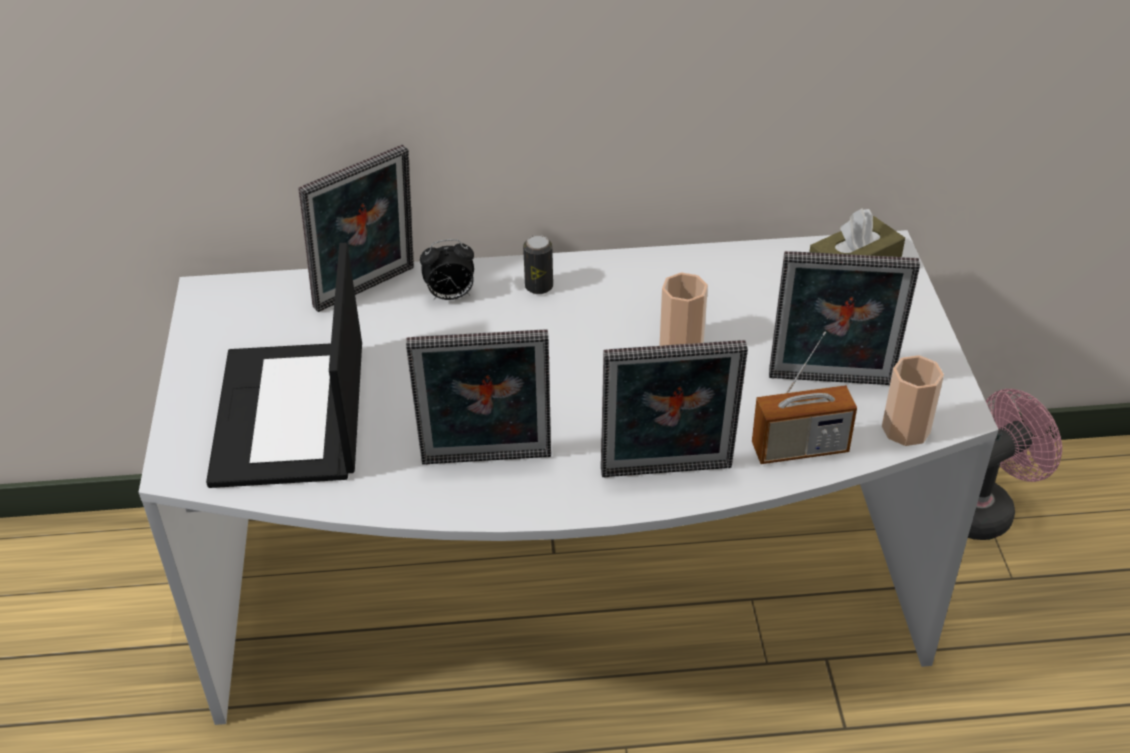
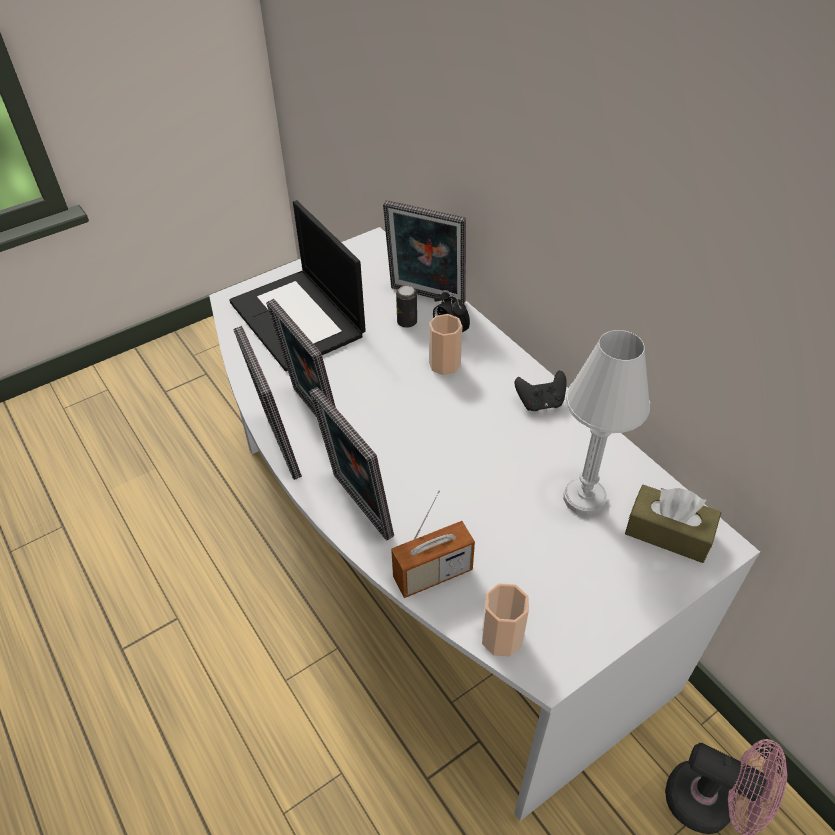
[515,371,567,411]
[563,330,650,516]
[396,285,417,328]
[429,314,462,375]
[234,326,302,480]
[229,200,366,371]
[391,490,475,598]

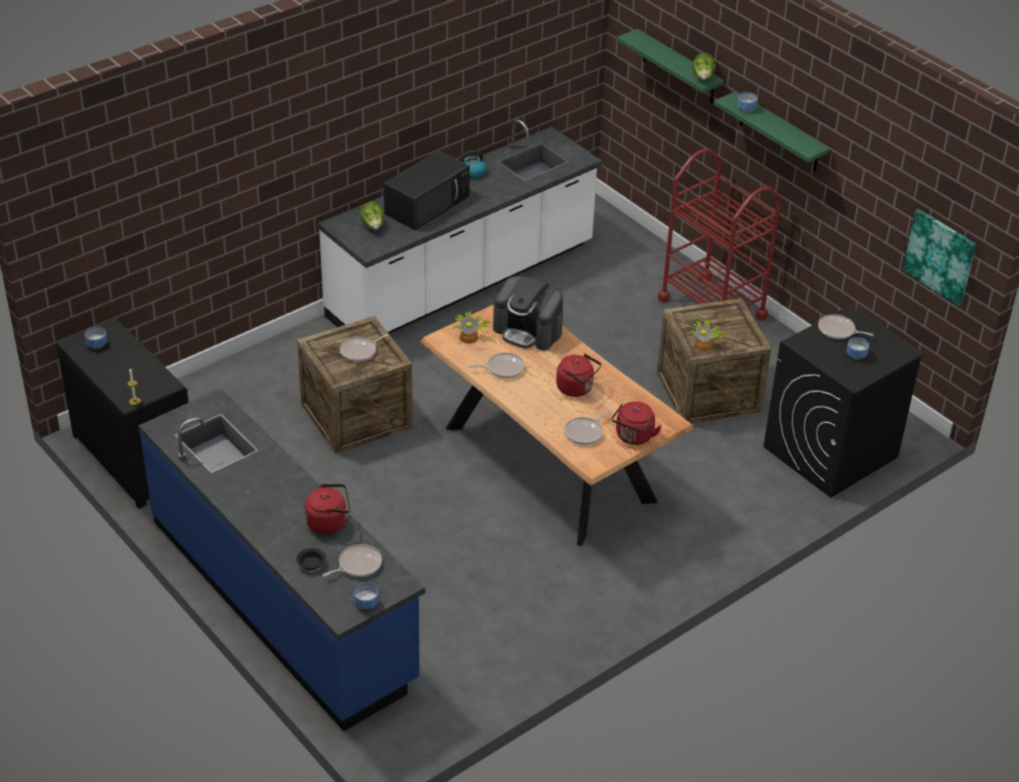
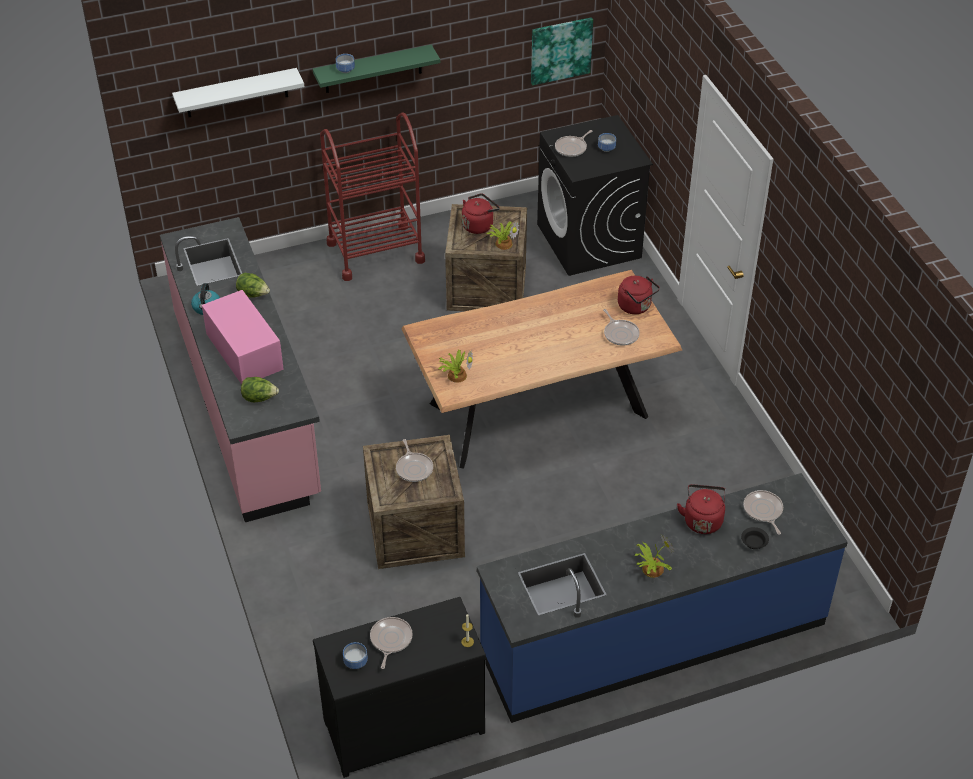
[354,583,379,609] (first image)
[493,276,563,351] (first image)
[635,535,674,578]
[370,617,413,669]
[462,193,500,234]
[236,273,270,298]
[160,217,321,522]
[202,290,284,384]
[172,68,304,117]

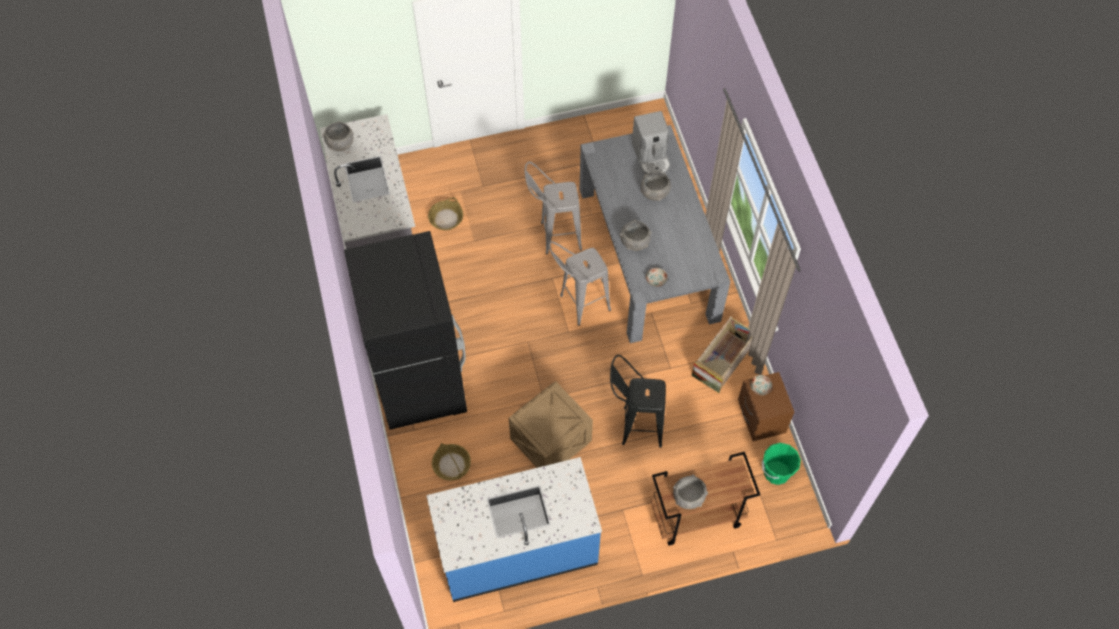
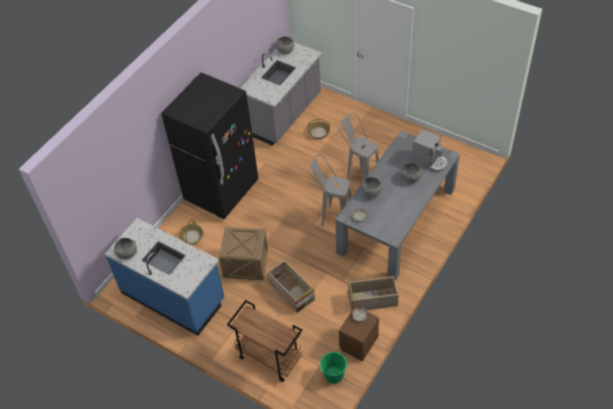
[114,238,137,260]
[267,260,315,313]
[412,129,447,172]

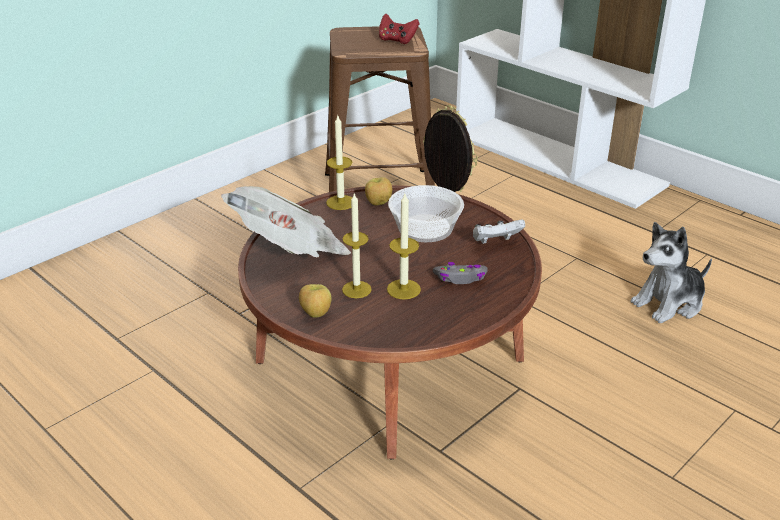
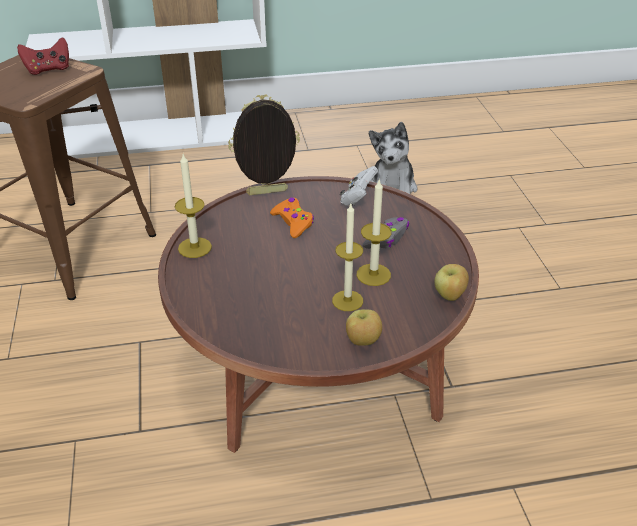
[221,186,351,257] (first image)
[434,264,469,301]
[270,198,314,238]

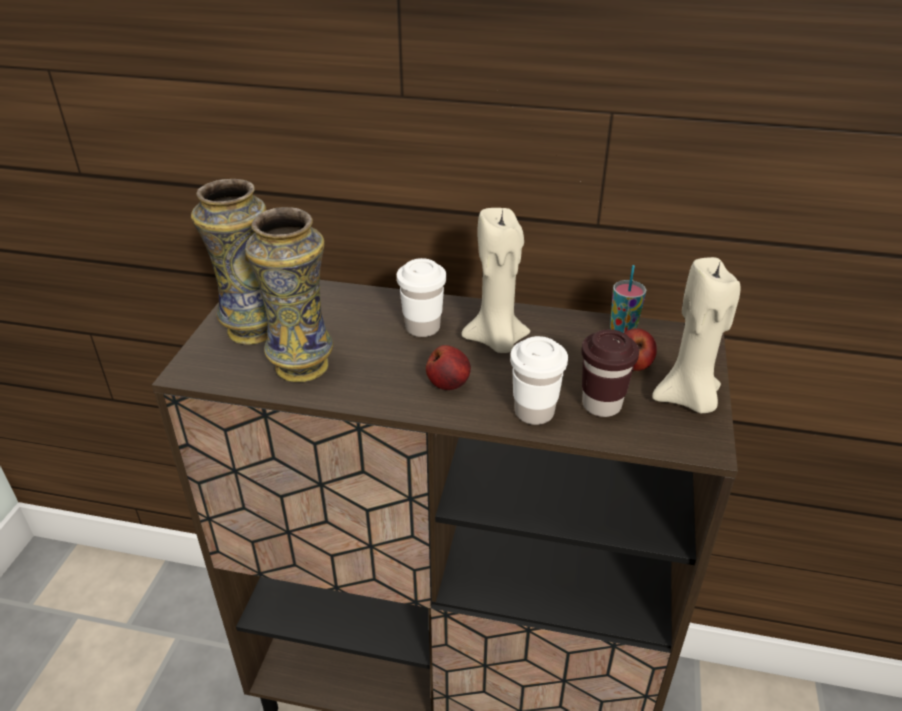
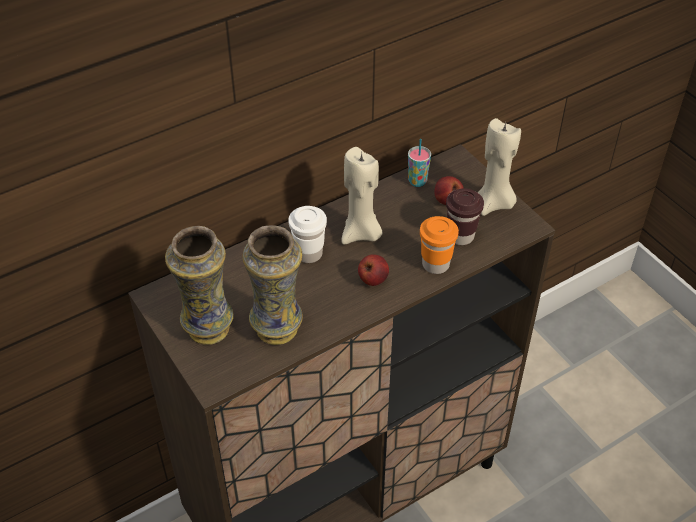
[420,216,459,274]

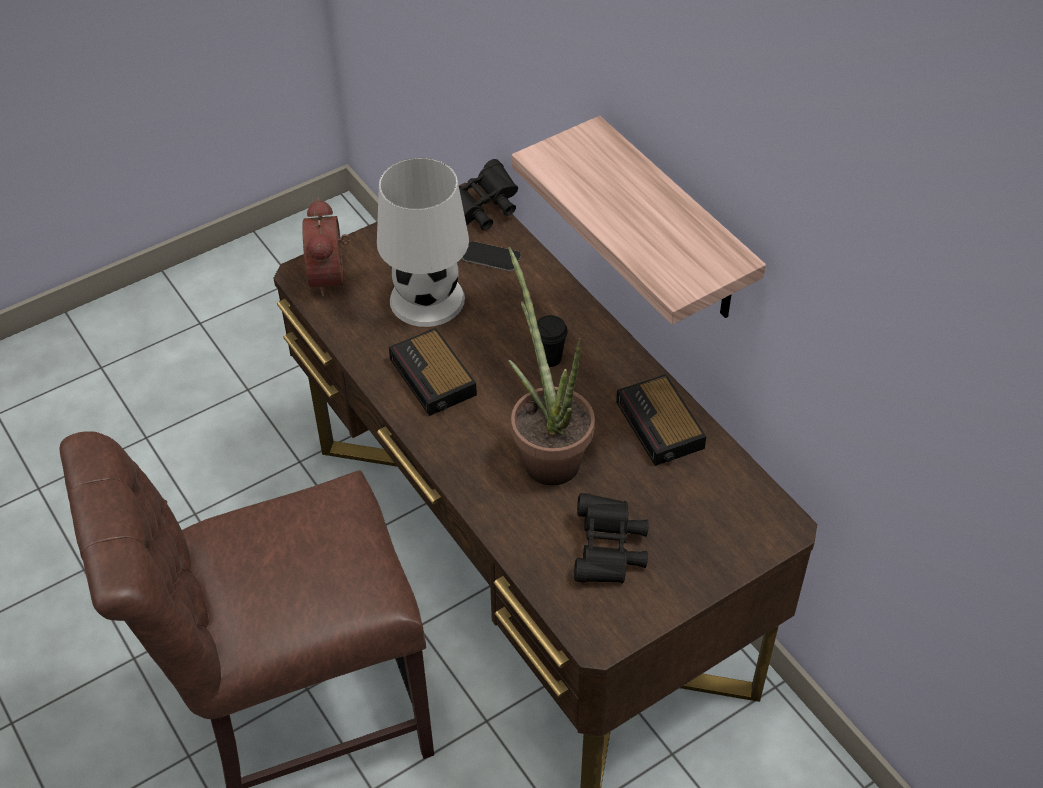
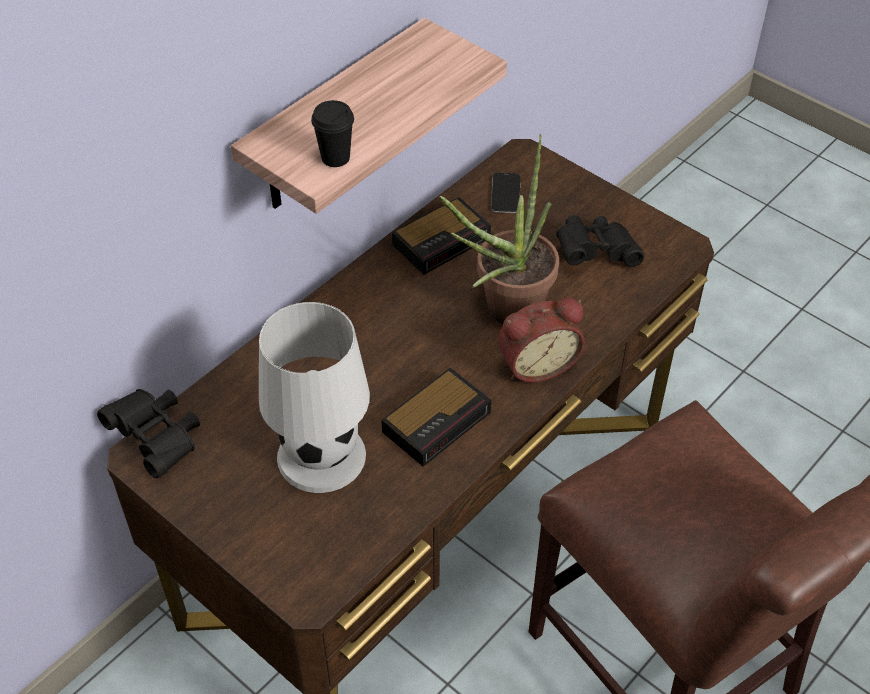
[498,298,585,383]
[491,173,520,213]
[311,100,354,167]

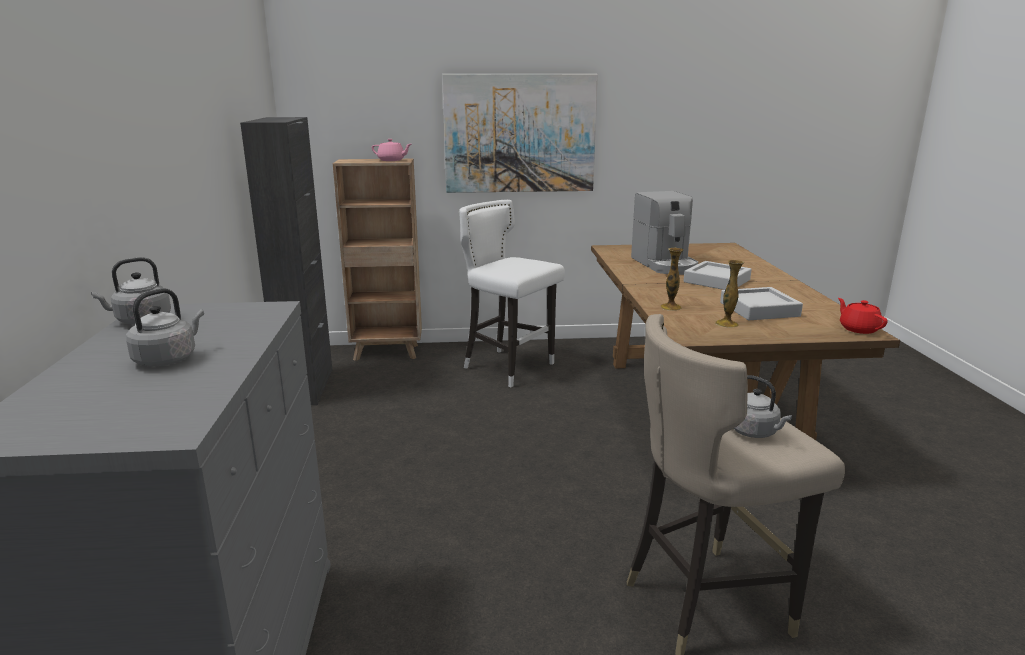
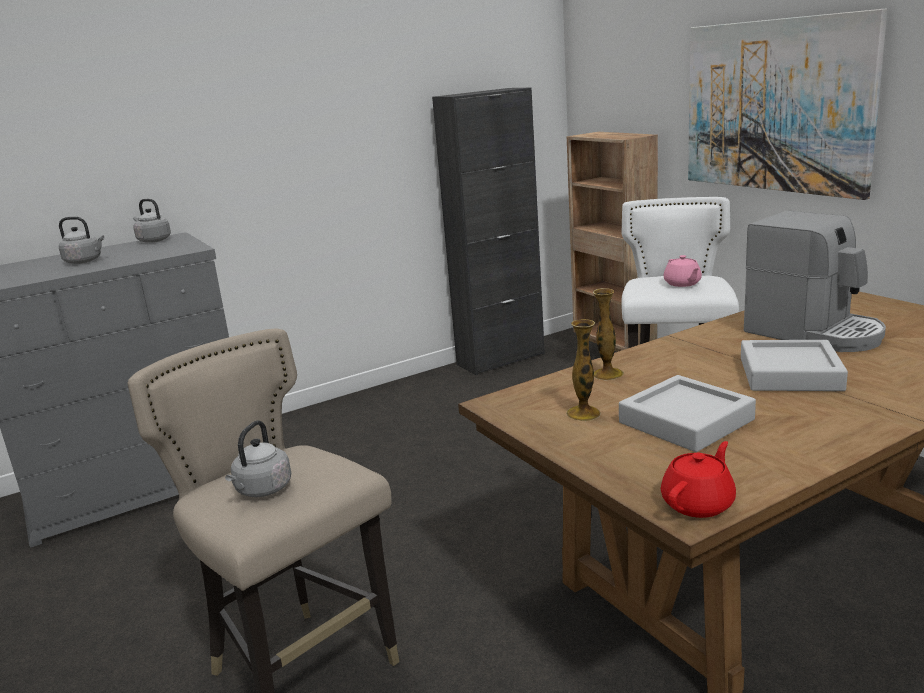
[664,255,702,287]
[744,211,886,352]

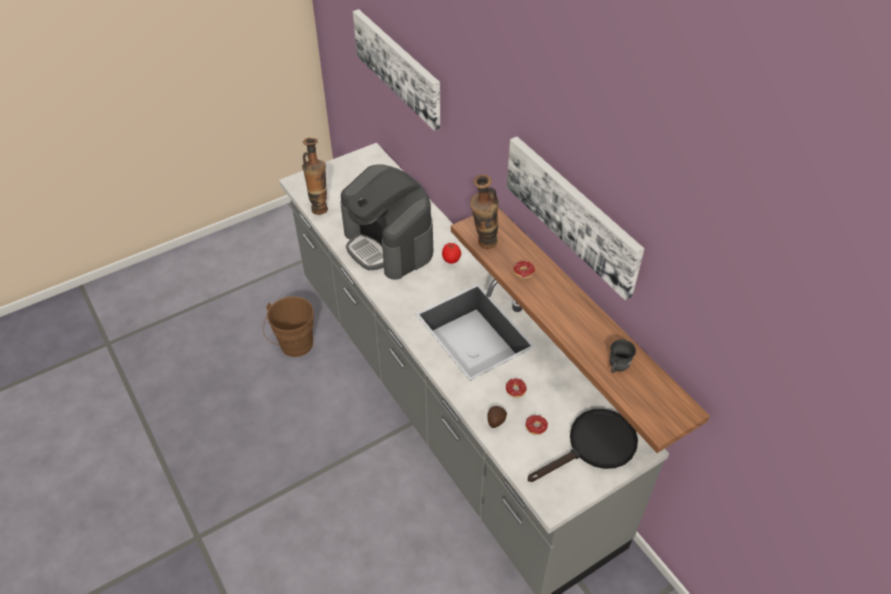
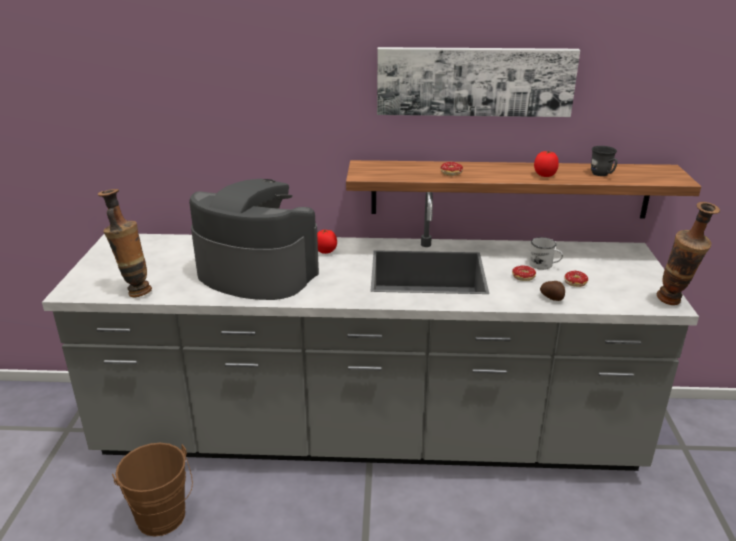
[353,9,440,131] (first image)
[528,409,638,482] (first image)
[529,237,563,270]
[534,151,559,177]
[657,202,720,305]
[189,179,319,300]

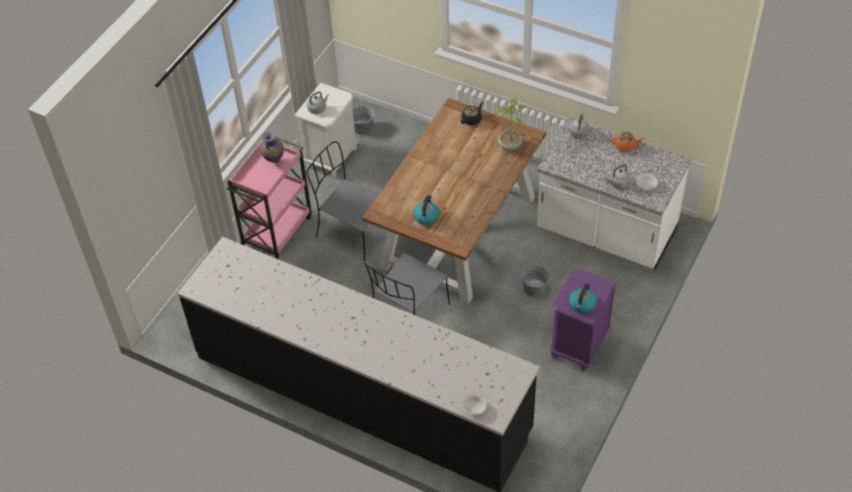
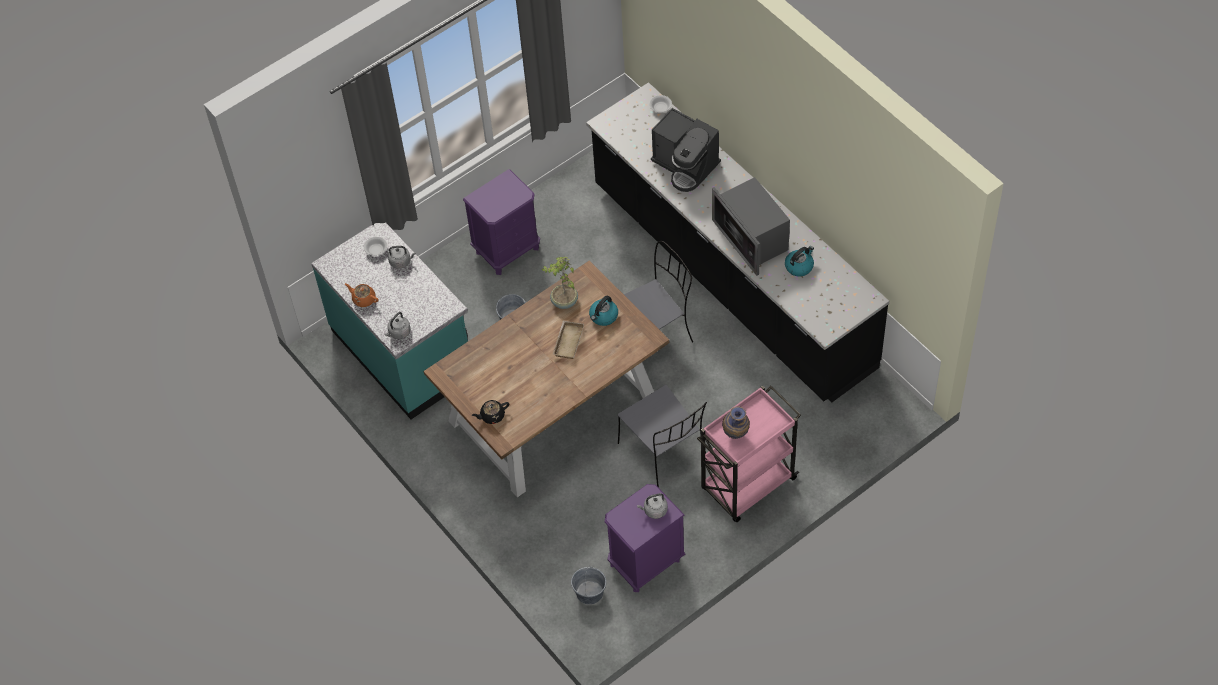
[552,321,584,359]
[651,108,721,192]
[712,177,790,276]
[542,256,578,309]
[785,246,814,277]
[605,484,685,592]
[311,223,468,419]

